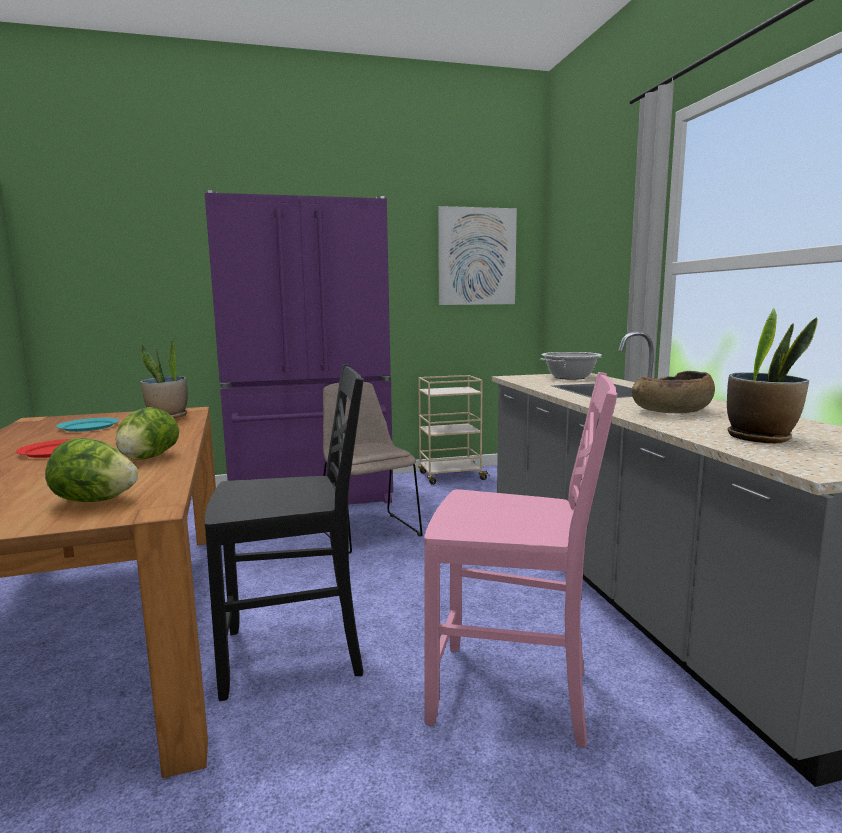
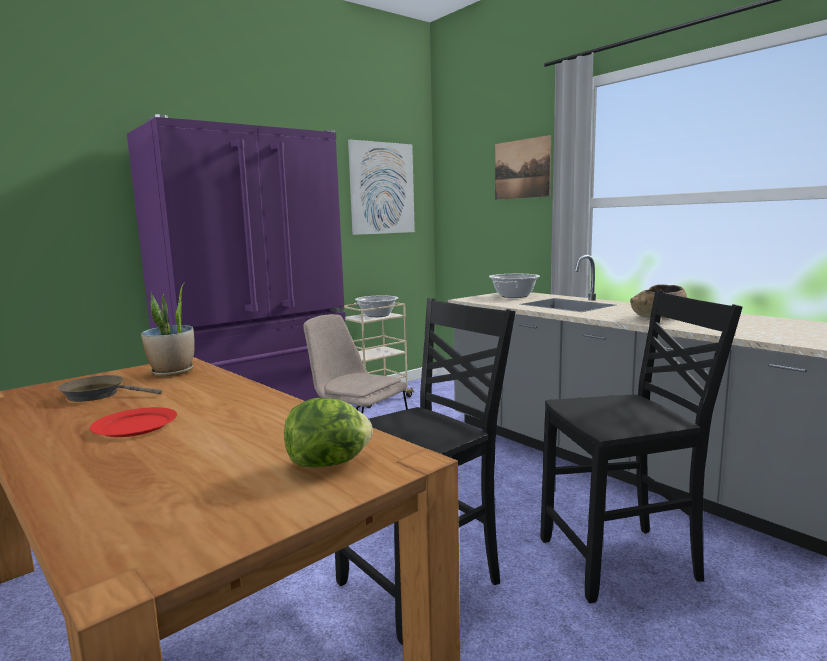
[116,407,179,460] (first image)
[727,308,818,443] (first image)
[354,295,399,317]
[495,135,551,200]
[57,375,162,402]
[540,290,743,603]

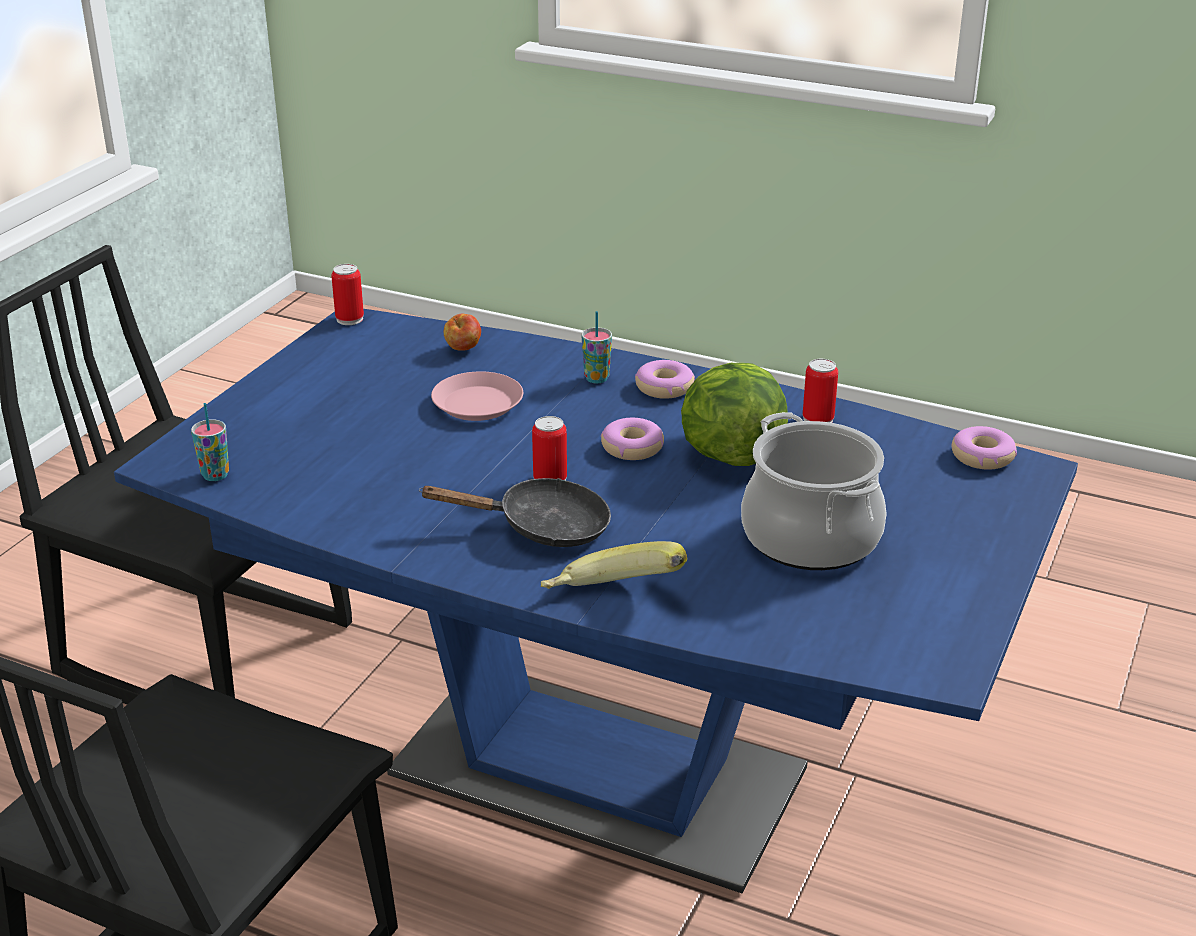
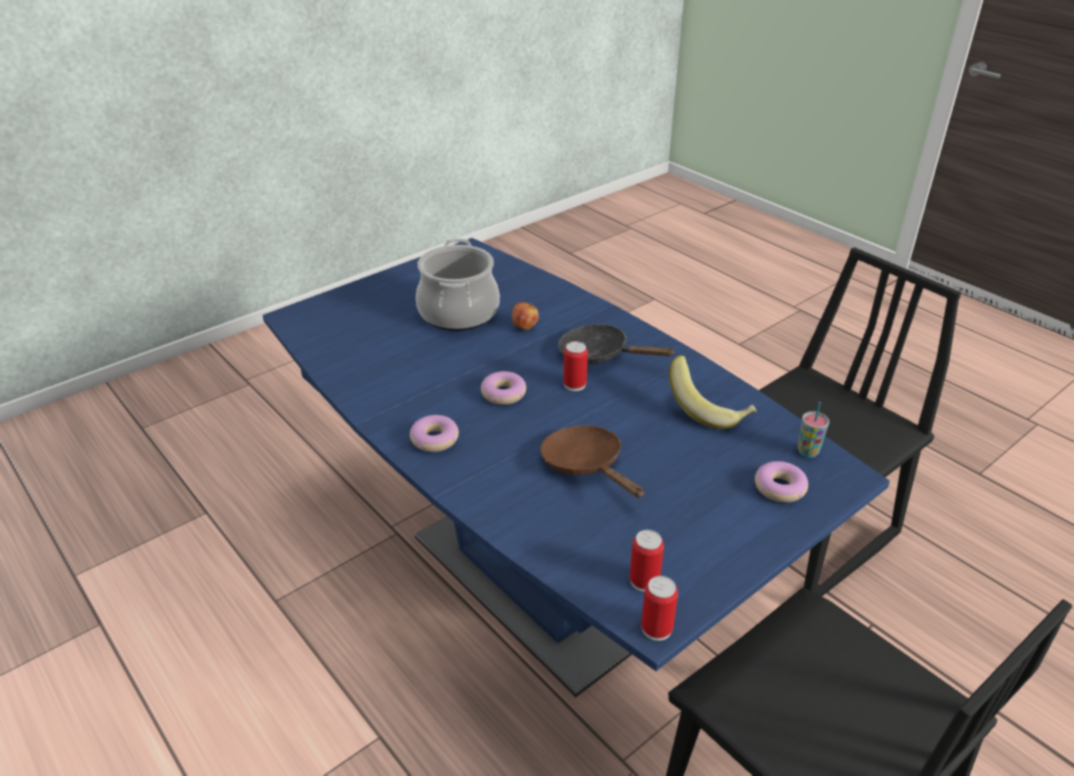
[582,311,612,383] (first image)
[681,363,788,466] (first image)
[512,302,539,330]
[669,355,757,429]
[630,530,664,592]
[755,461,808,503]
[540,426,644,498]

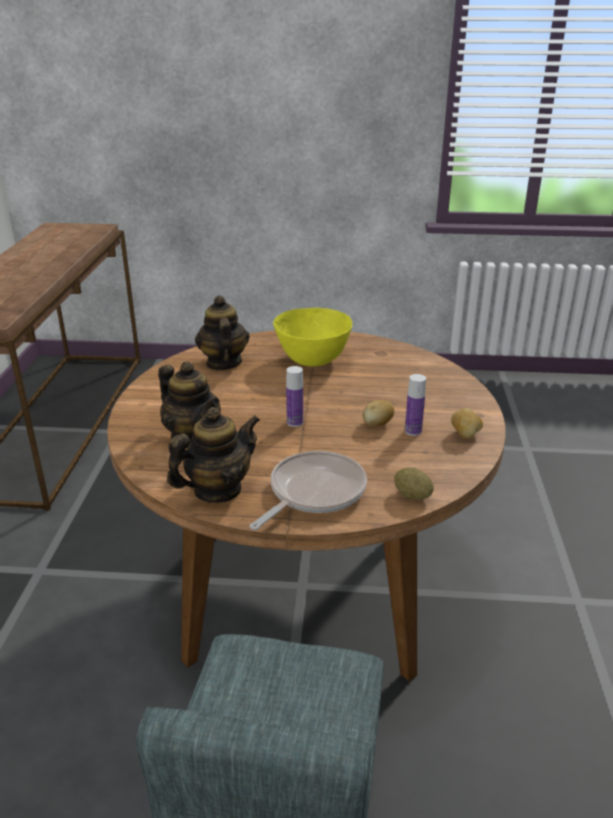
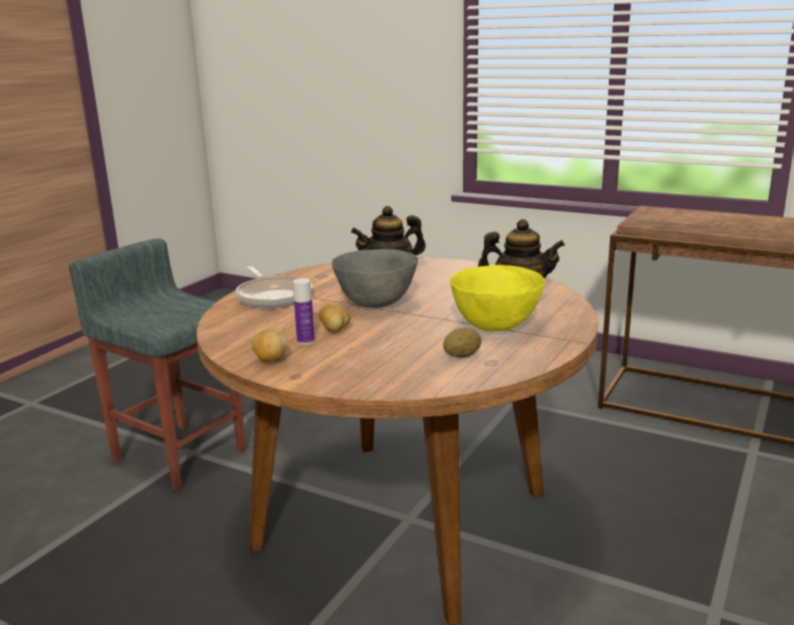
[167,407,260,503] (first image)
[443,327,481,357]
[332,249,418,308]

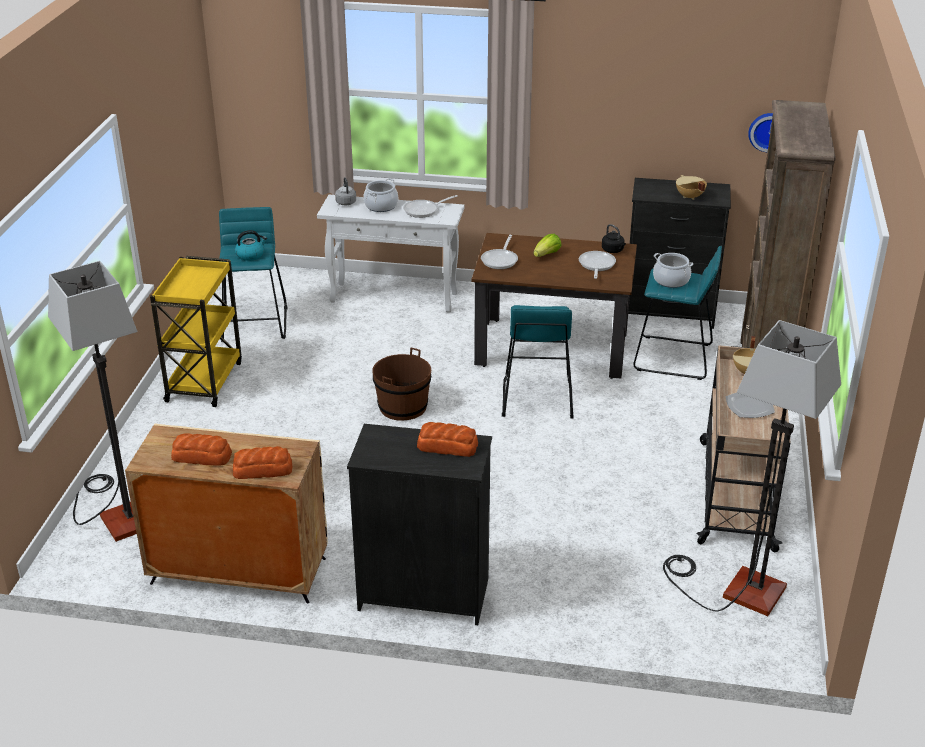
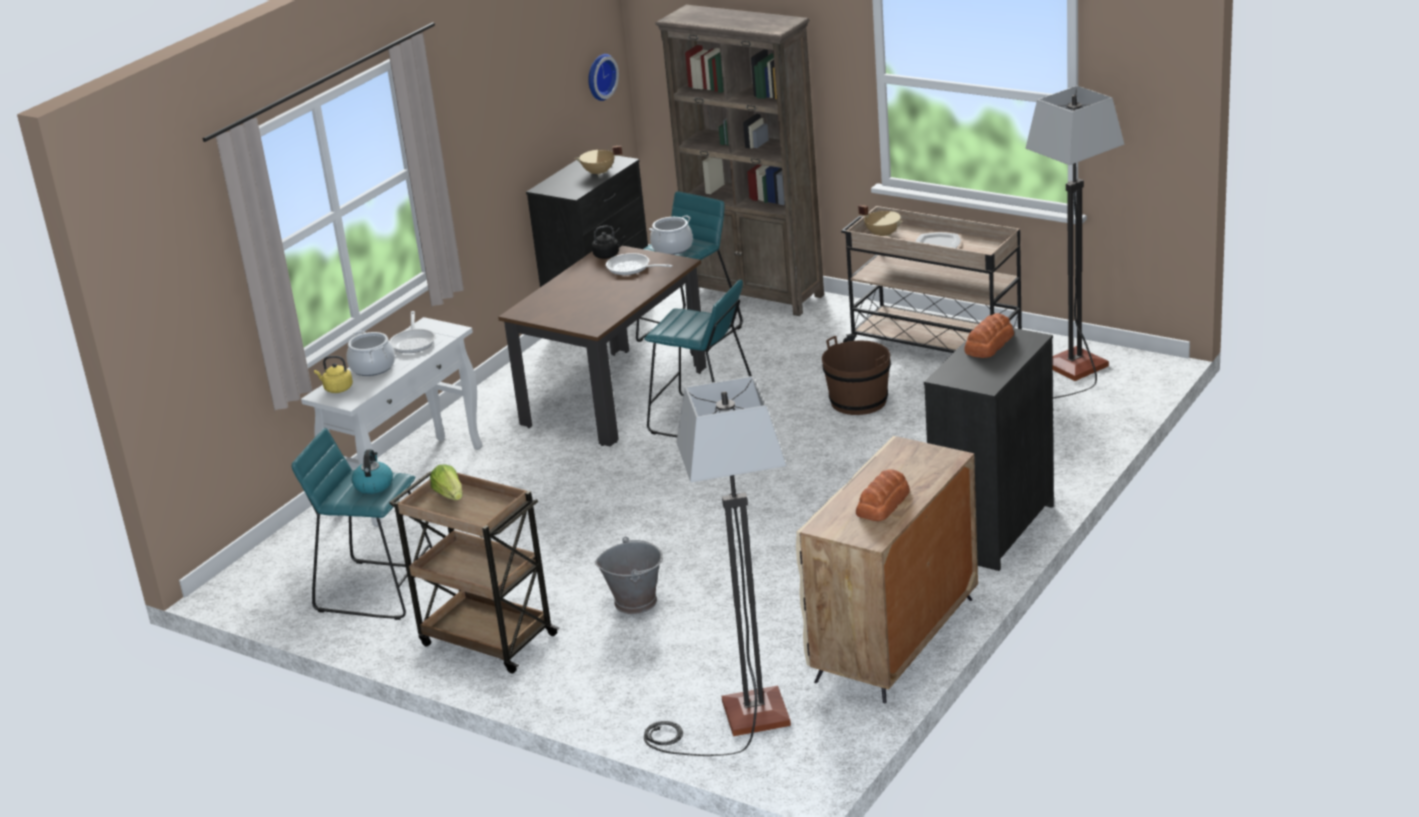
[233,446,292,479] (first image)
[481,235,518,269] (first image)
[595,537,663,614]
[822,336,891,415]
[430,464,463,501]
[389,471,560,673]
[314,356,353,393]

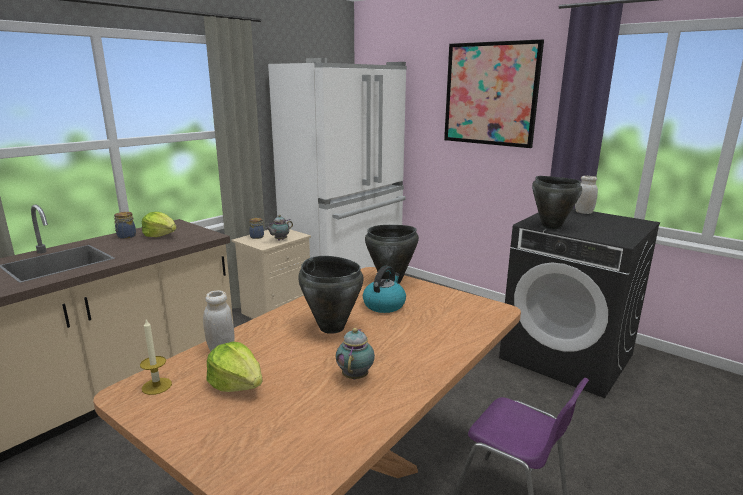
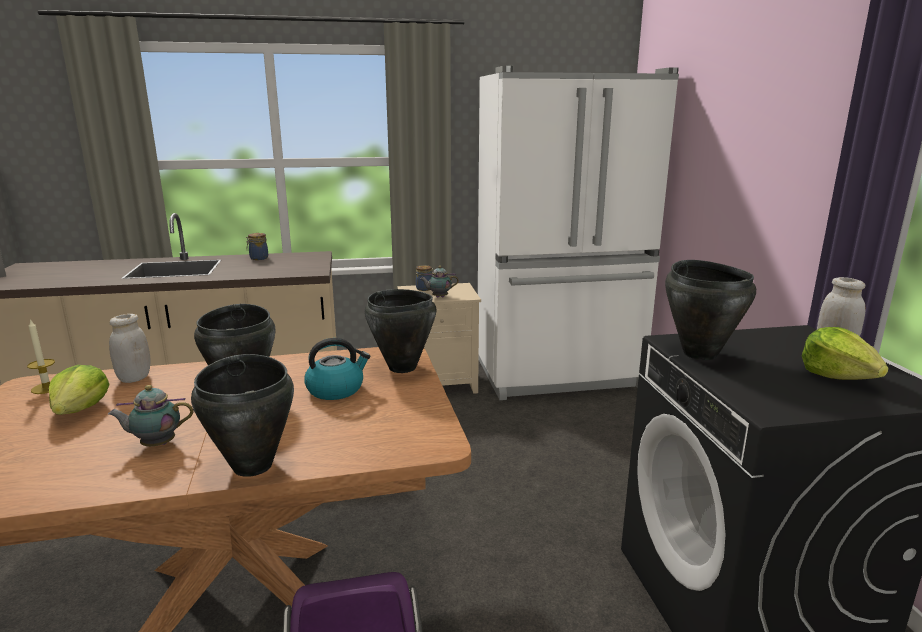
[444,39,544,148] (first image)
[191,354,294,477]
[802,327,889,380]
[108,385,193,446]

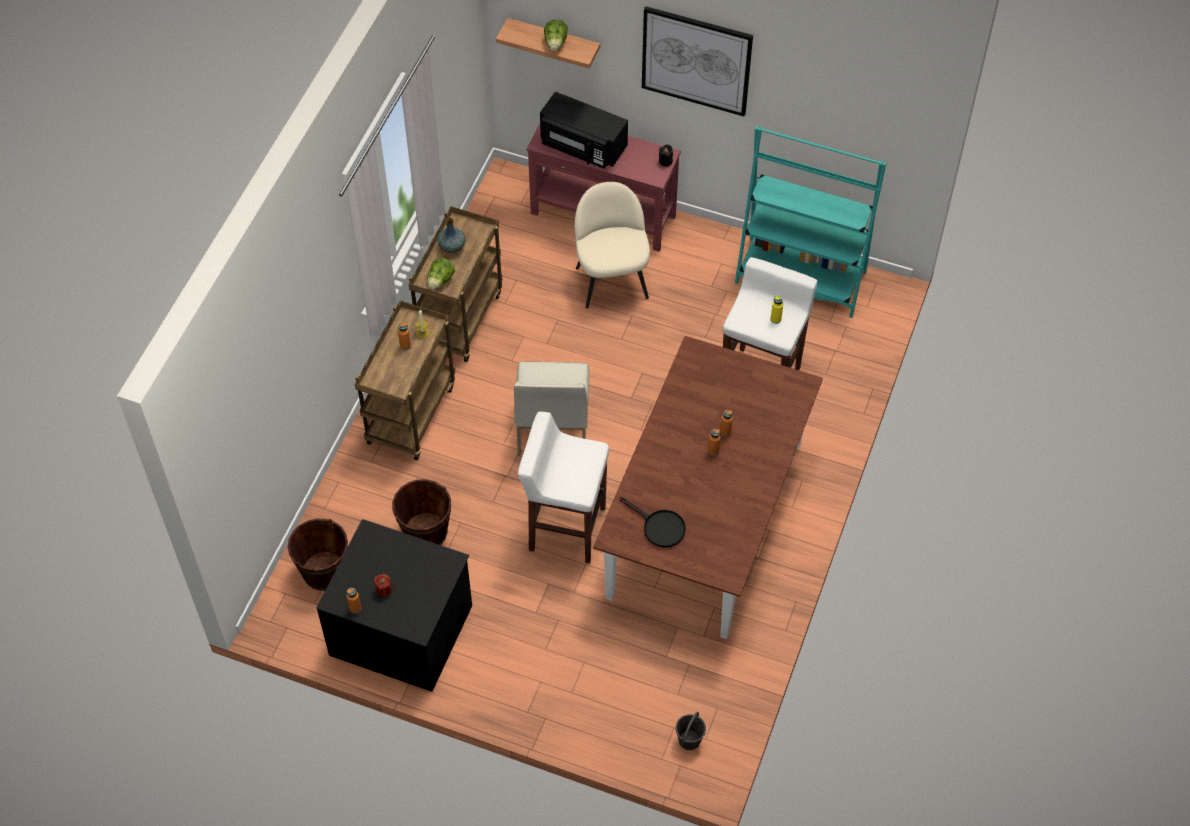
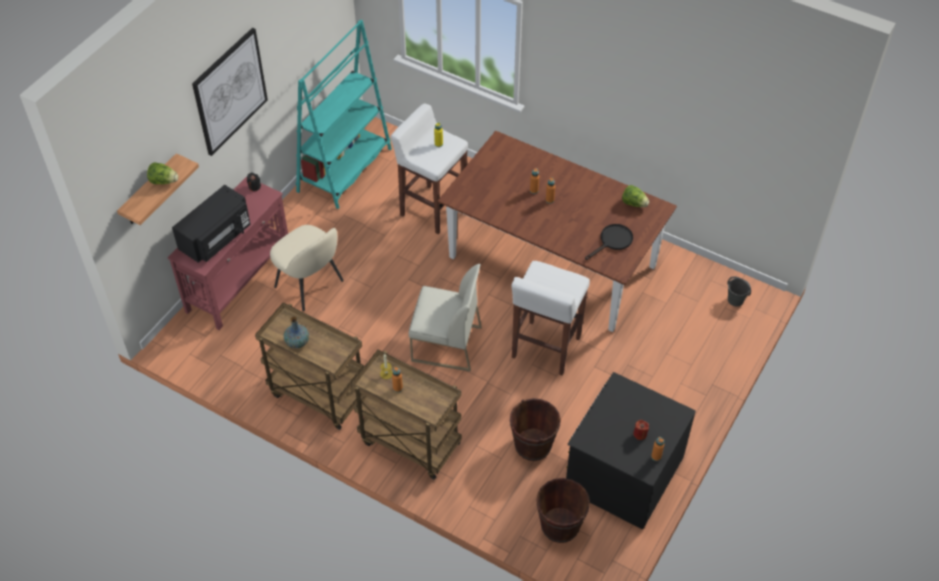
[622,185,649,207]
[270,225,344,311]

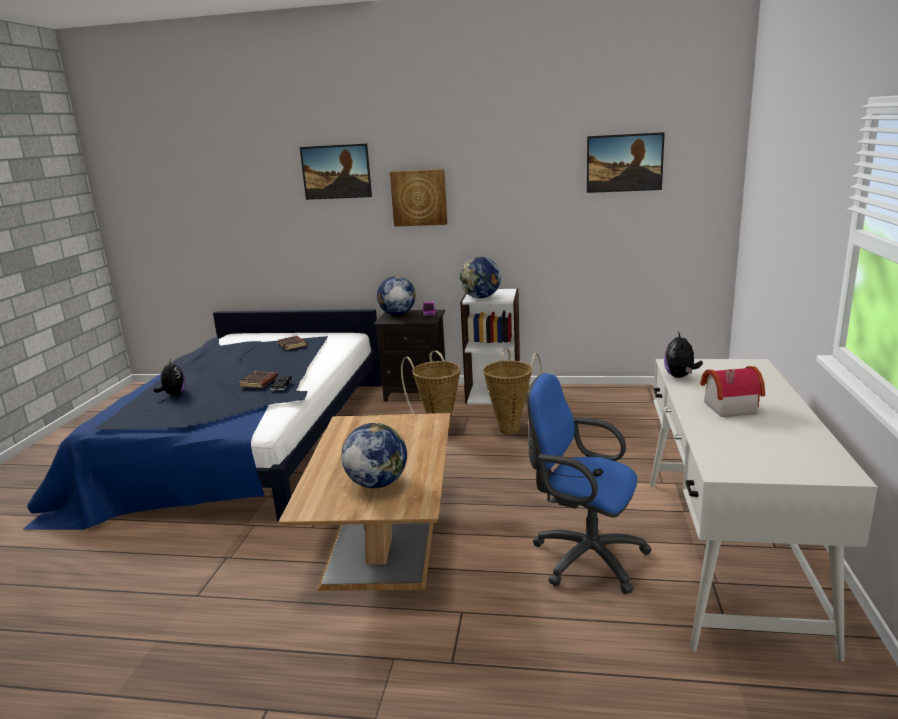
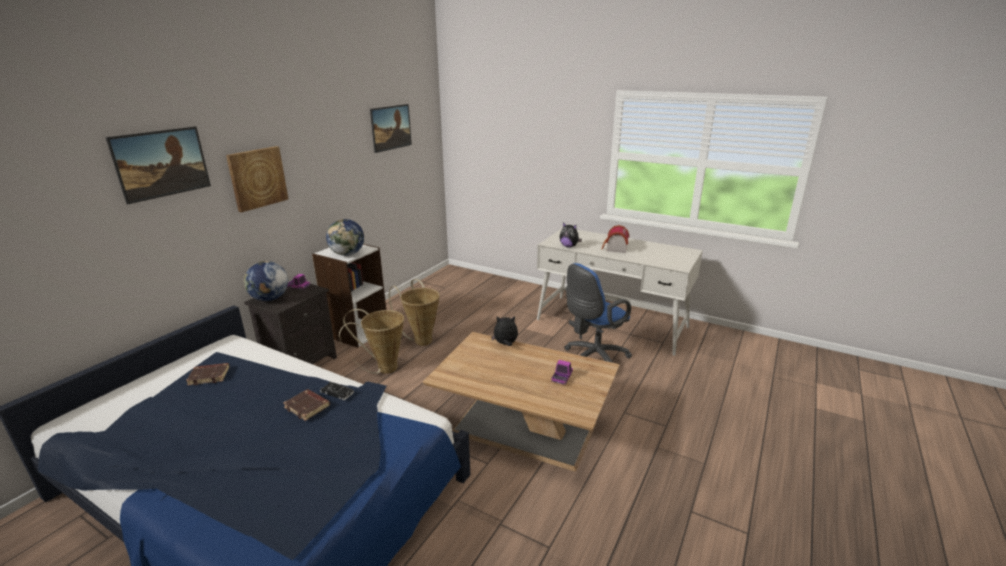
[491,316,518,346]
[551,360,573,385]

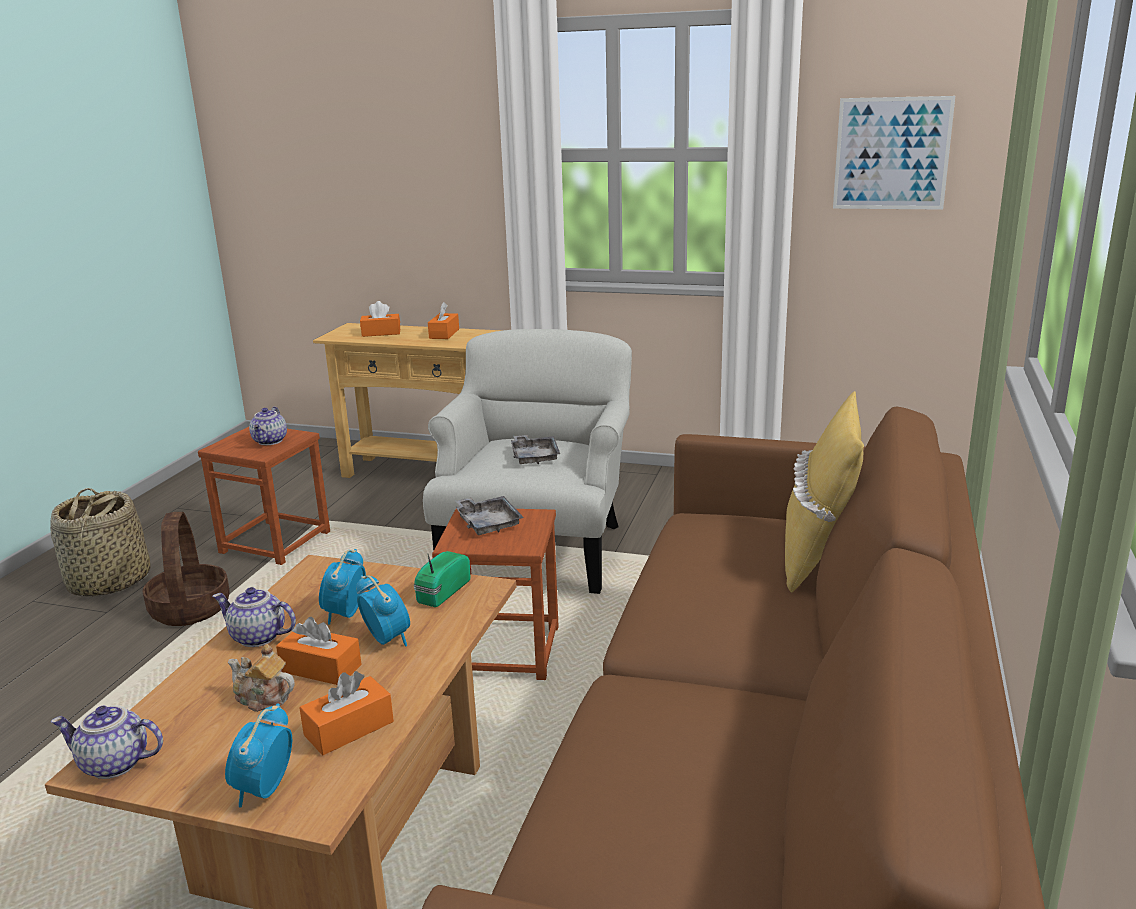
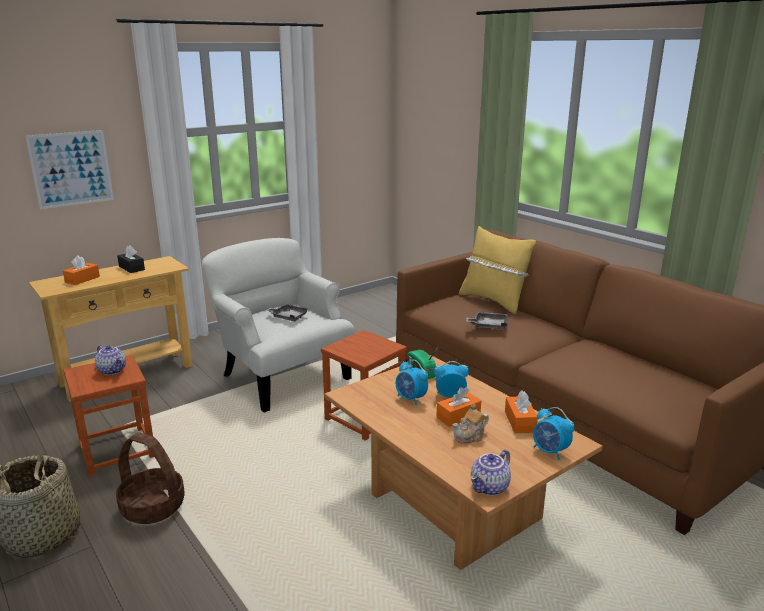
[213,587,296,647] (first image)
[466,311,507,330]
[25,130,114,209]
[117,245,145,273]

